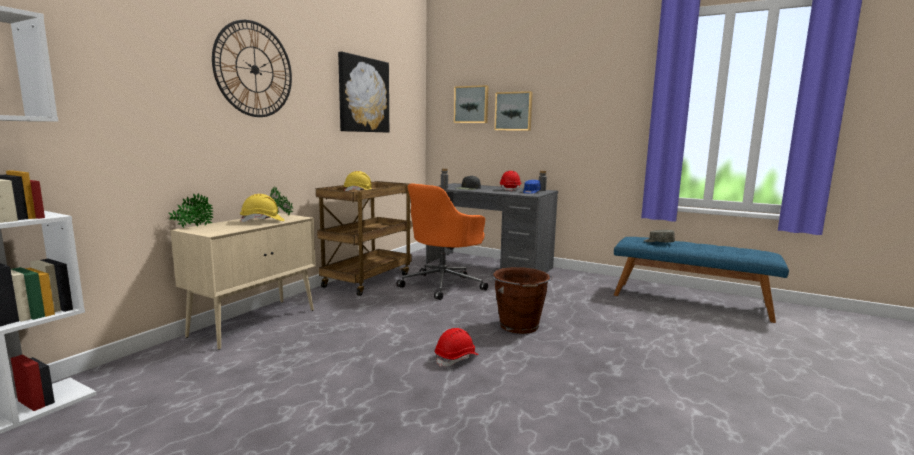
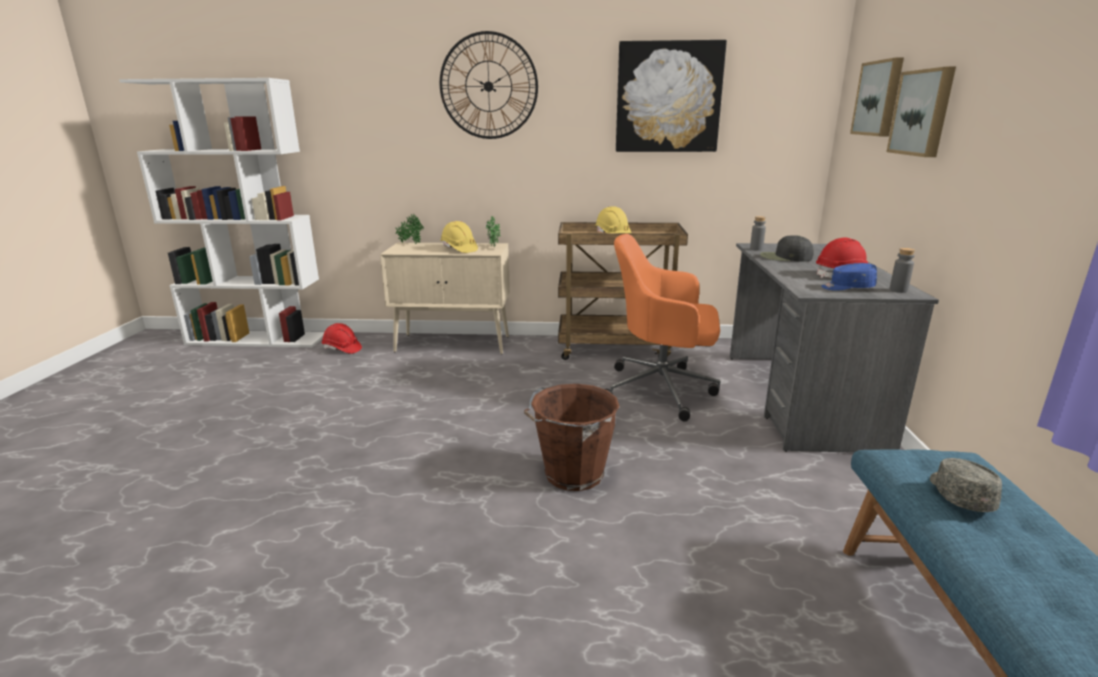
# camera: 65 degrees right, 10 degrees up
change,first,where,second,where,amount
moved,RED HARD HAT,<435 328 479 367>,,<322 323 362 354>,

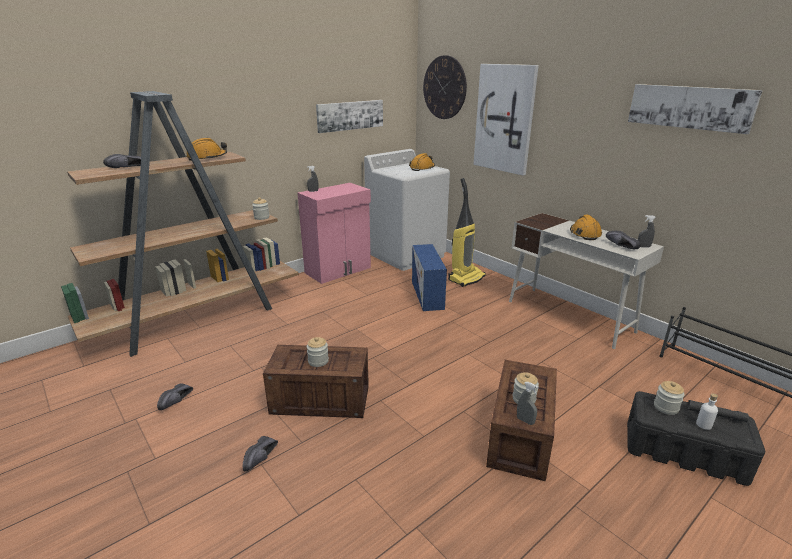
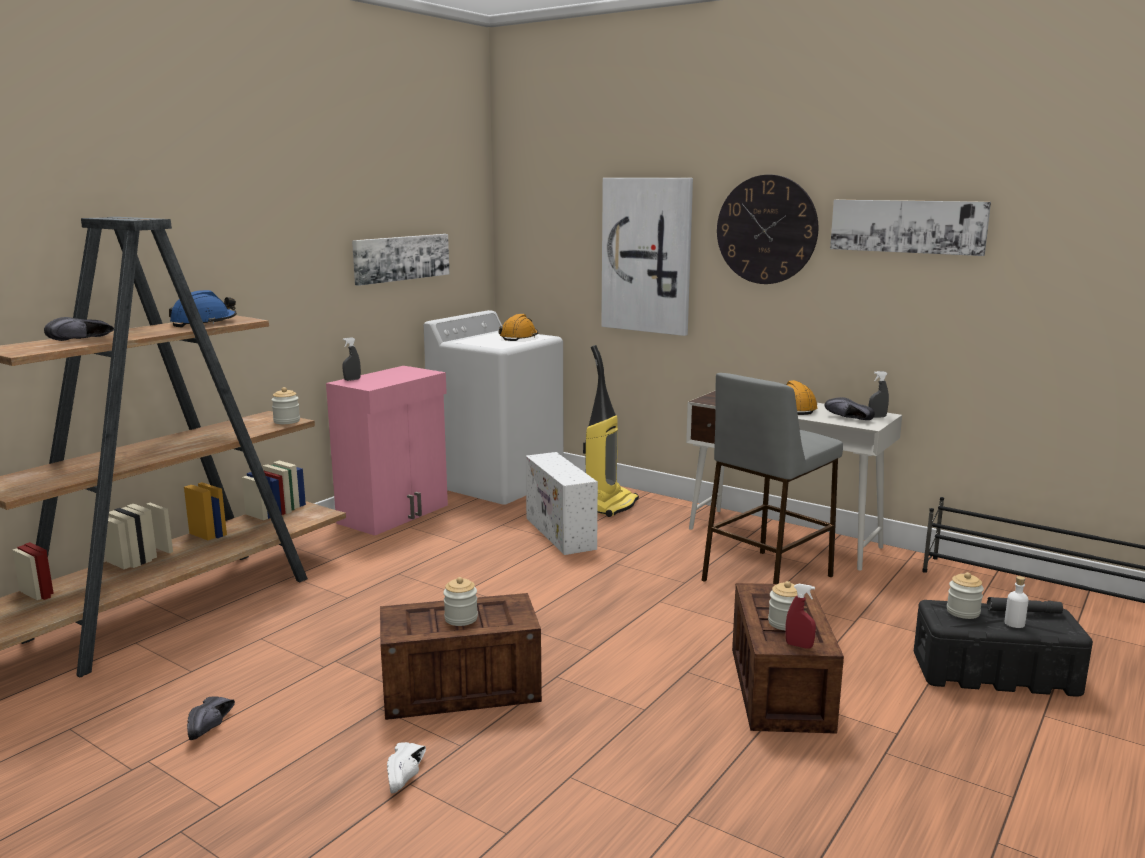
# camera: 15 degrees left, 10 degrees down
change,first,where,second,where,amount
recoloured,ORANGE HARD HAT,<186 138 227 161>,BLUE HARD HAT,<169 290 237 327>,
recoloured,BLACK SHOE,<243 436 278 471>,WHITE SHOE,<387 742 426 794>,
recoloured,BLUE STORAGE BOX,<412 244 447 311>,WHITE STORAGE BOX,<526 452 598 555>,
moved,WALL CLOCK,<423 55 467 119>,,<717 175 818 284>,
recoloured,GREY SPRAY BOTTLE,<517 382 539 425>,RED SPRAY BOTTLE,<785 584 816 648>,
added,,,GREY STOOL,<702 373 843 584>,

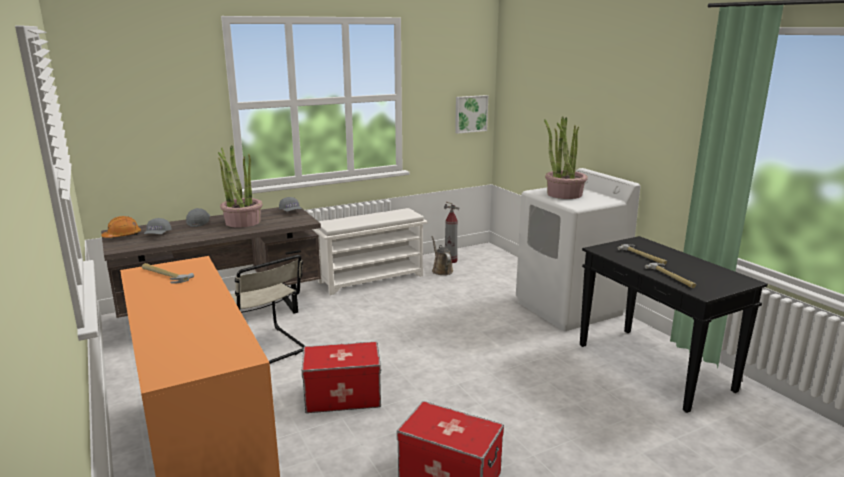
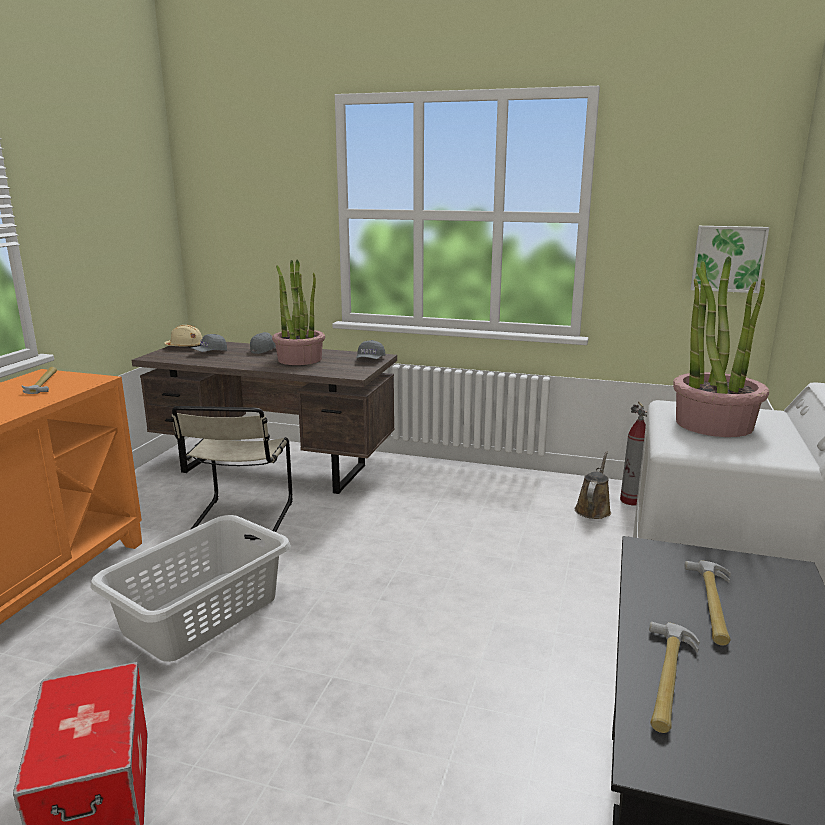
# camera: 45 degrees right, 0 degrees up
change,first,where,second,where,amount
recoloured,ORANGE HARD HAT,<101 216 141 238>,BEIGE HARD HAT,<164 325 202 347>,
replaced,STORAGE BOX,<302 342 381 413>,GREY LAUNDRY BASKET,<90 515 291 662>,
removed,WHITE SHOE RACK,<312 208 427 295>,,,

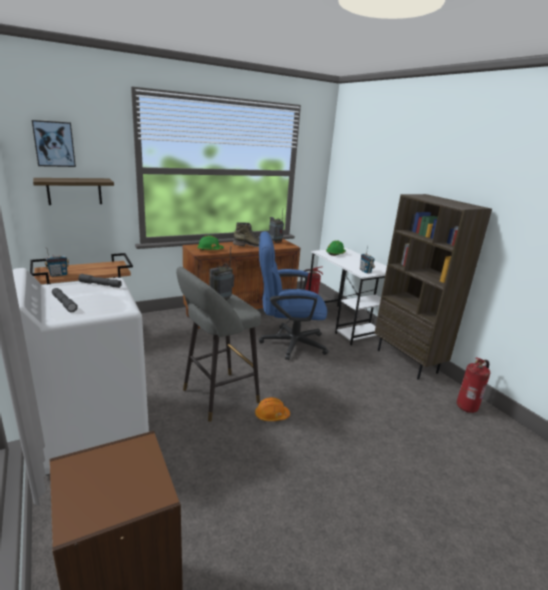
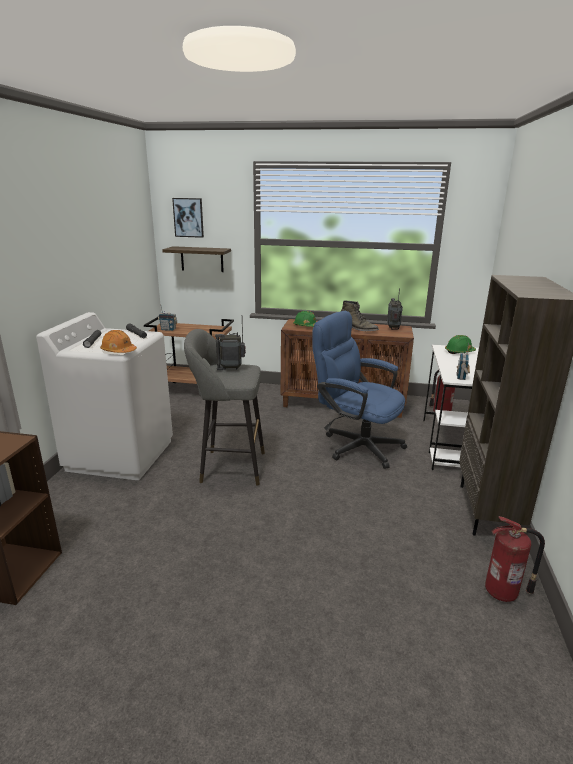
# camera: 40 degrees right, 0 degrees up
change,first,where,second,where,amount
moved,ORANGE HARD HAT,<255 397 290 421>,,<100 330 137 353>,

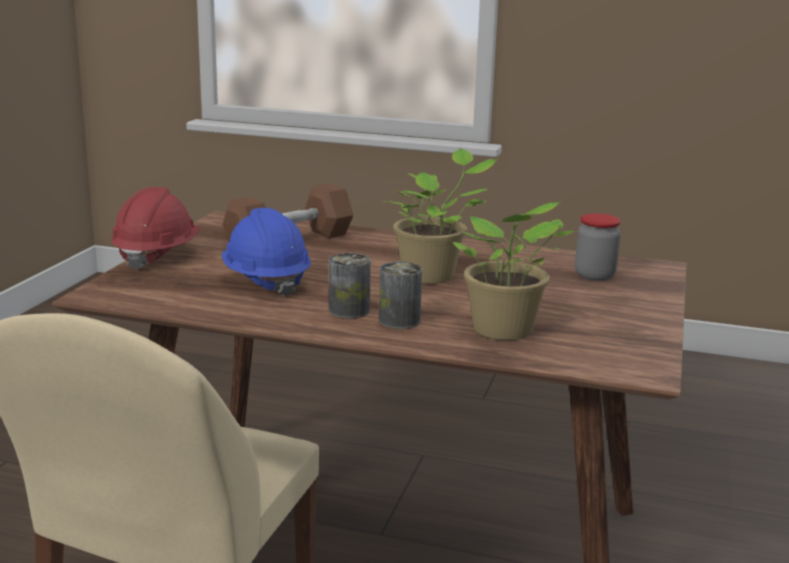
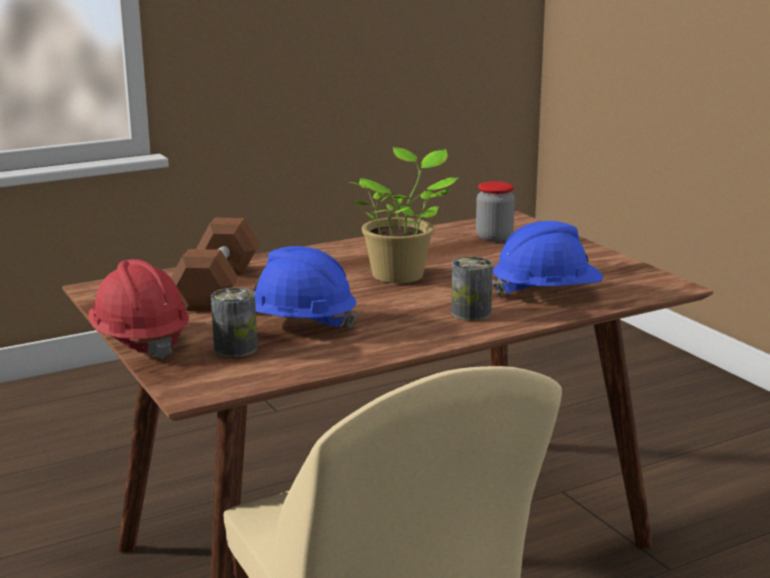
# camera: 45 degrees left, 0 degrees up
change,first,where,second,where,amount
moved,CAN,<329 253 371 319>,,<211 288 258 358>,
replaced,POTTED PLANT,<452 202 575 340>,BLUE HARD HAT,<492 221 603 296>,

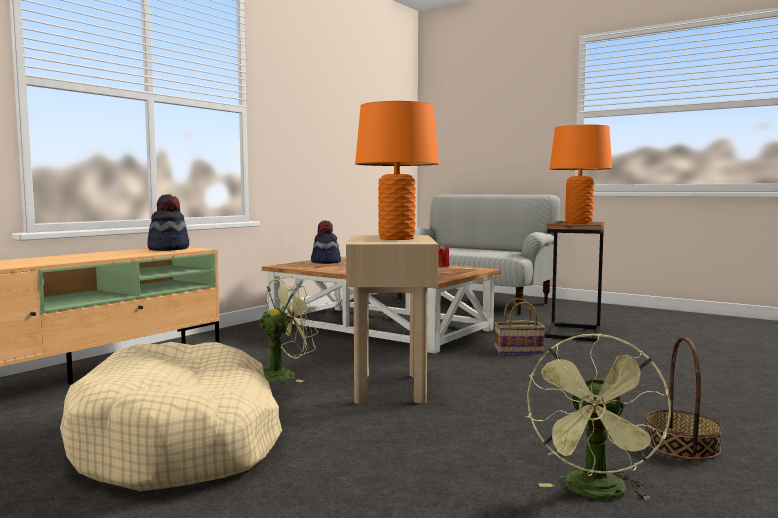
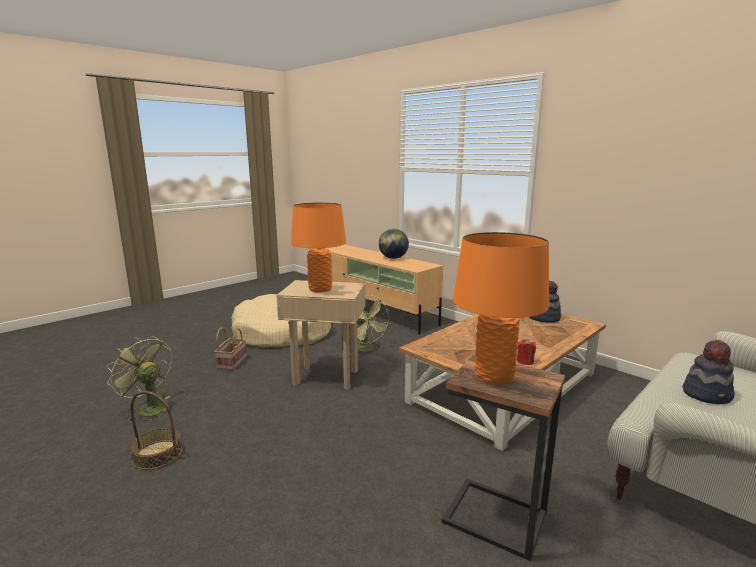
# camera: 100 degrees right, 10 degrees up
change,first,where,second,where,amount
moved,HAT,<147 194 189 251>,,<683 340 735 404>,
moved,BASKET,<495 298 545 354>,,<214 327 247 370>,
added,,,GLOBE,<379 229 409 259>,

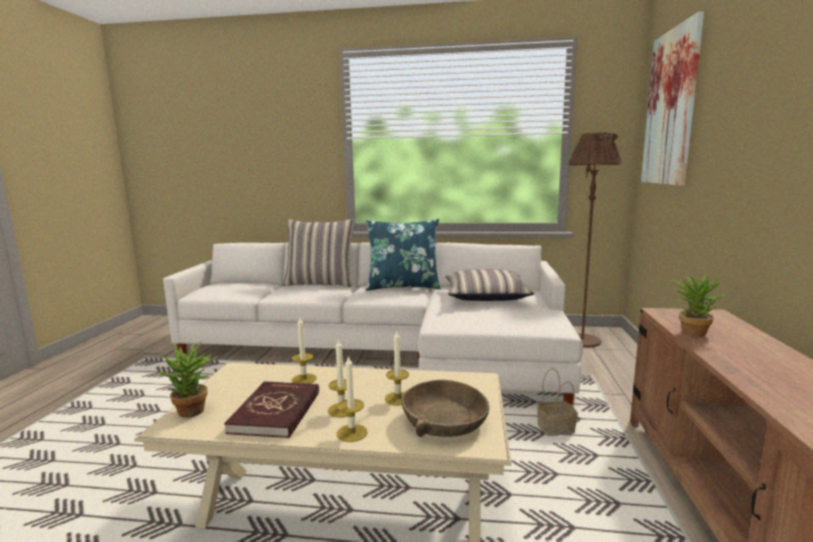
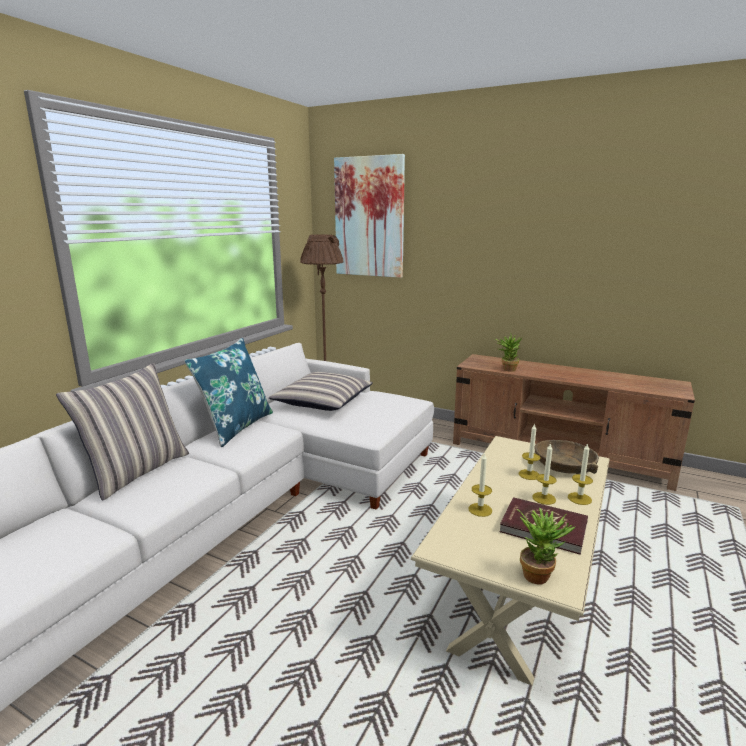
# camera: 70 degrees left, 5 degrees up
change,first,where,second,where,amount
removed,BASKET,<537 368 578 436>,,,

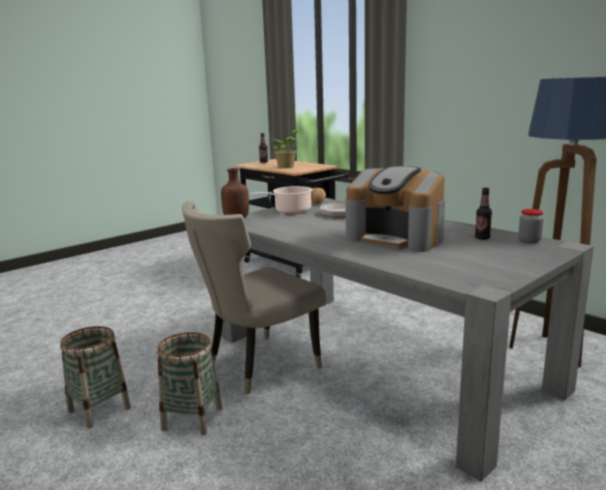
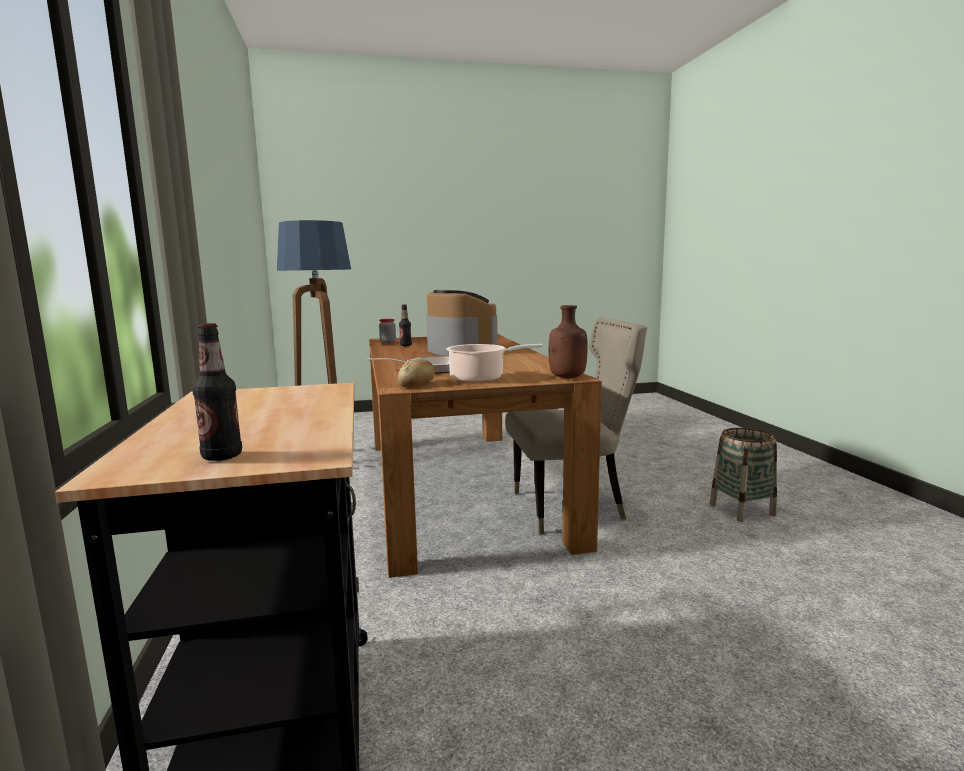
# camera: 150 degrees left, 5 degrees down
change,first,where,second,where,amount
removed,BASKET,<157 332 222 435>,,,
recoloured,GREY DINING TABLE,<221 198 594 481>,BROWN DINING TABLE,<369 334 602 578>,
removed,POTTED PLANT,<272 129 298 168>,,,

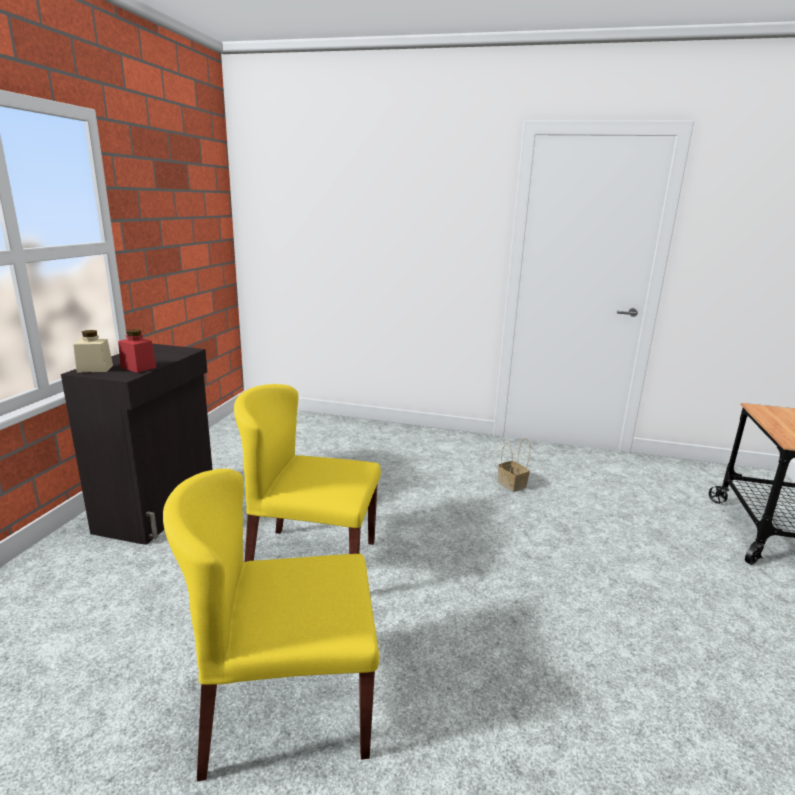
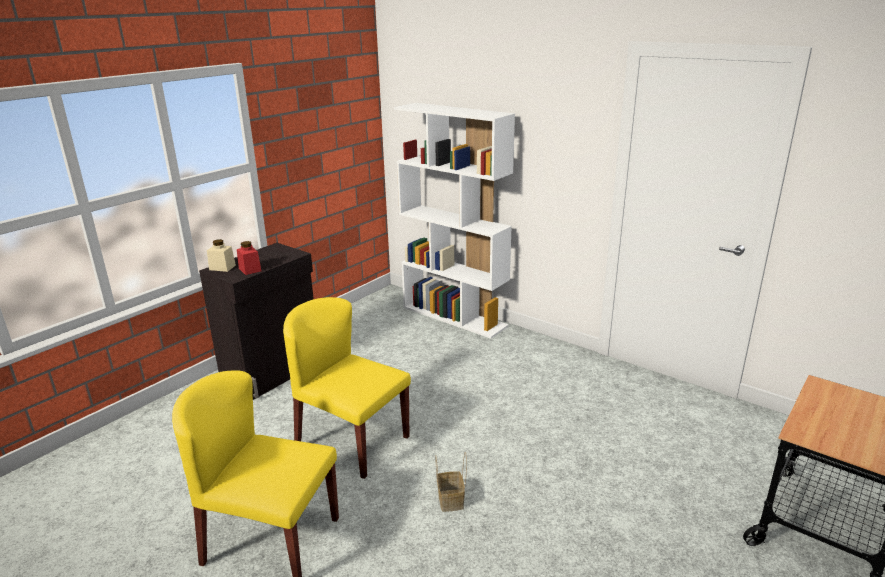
# camera: 25 degrees right, 5 degrees up
change,first,where,second,where,amount
moved,BASKET,<498 438 530 492>,,<435 452 467 512>,
added,,,WHITE BOOKCASE,<394 103 515 339>,

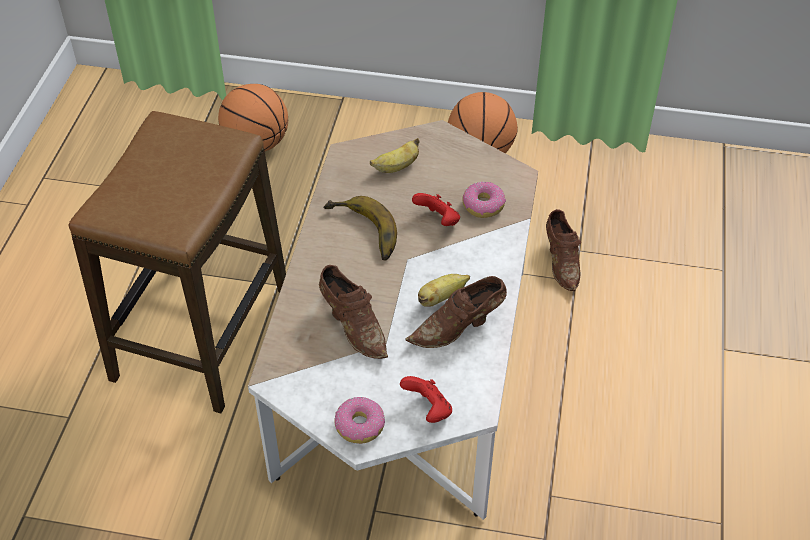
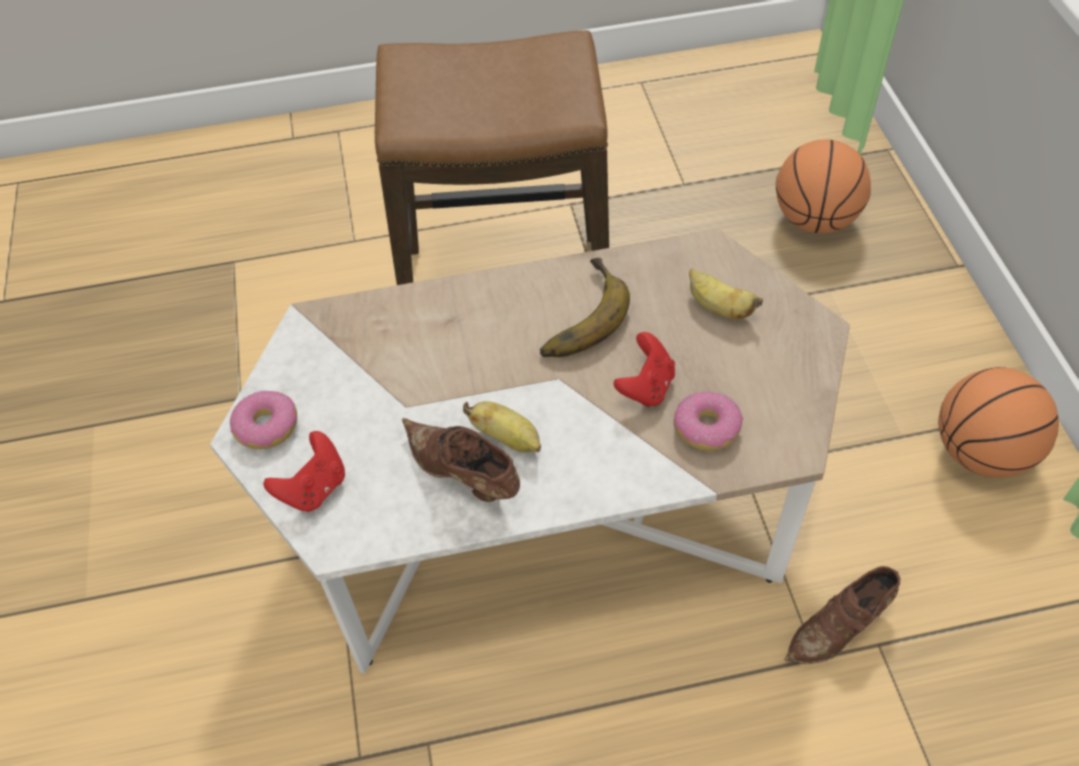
# camera: 70 degrees right, 5 degrees up
change,first,where,second,where,amount
removed,BROWN SHOE,<319 265 388 359>,,,

